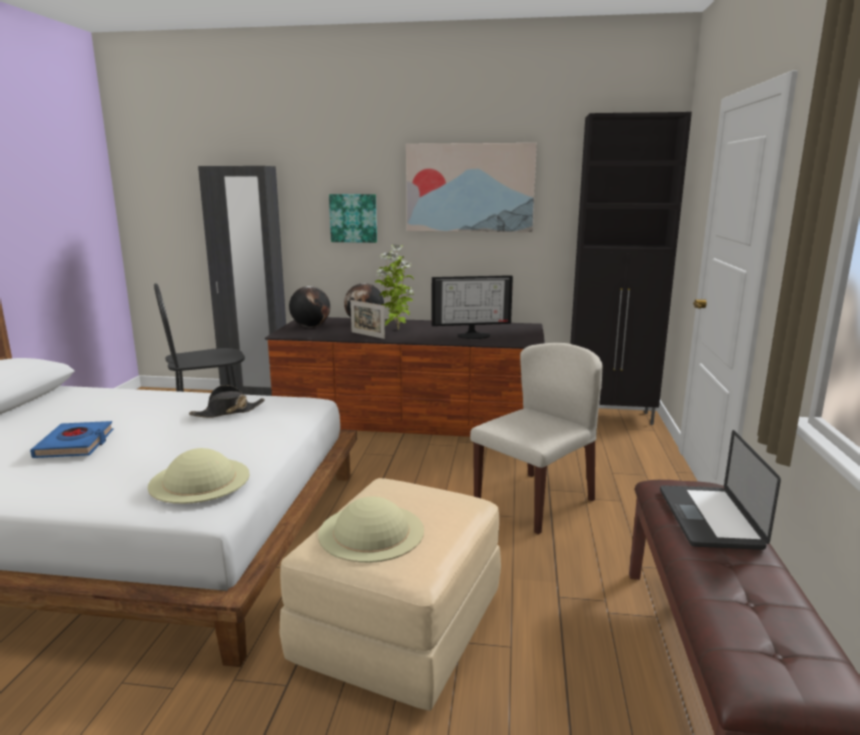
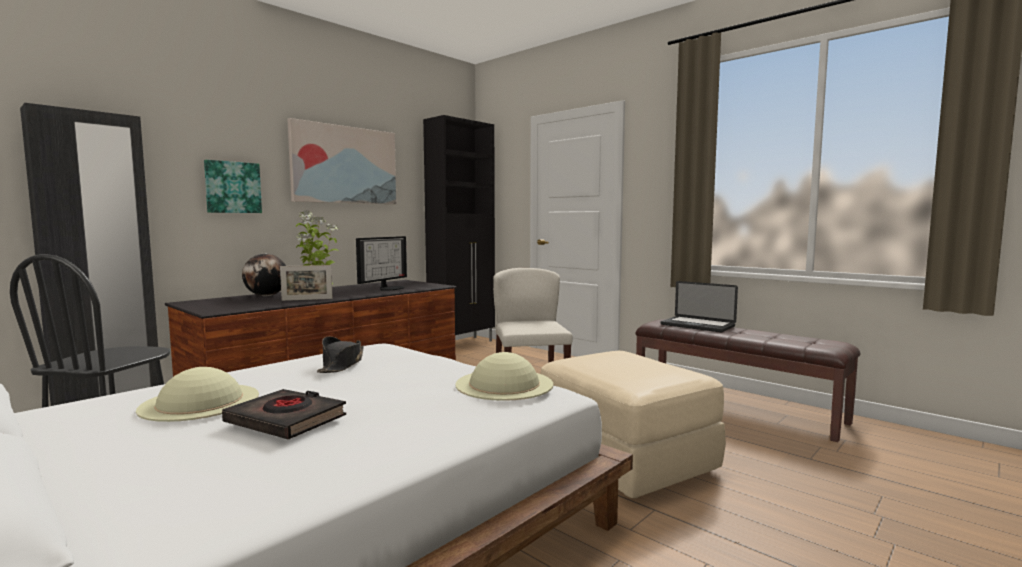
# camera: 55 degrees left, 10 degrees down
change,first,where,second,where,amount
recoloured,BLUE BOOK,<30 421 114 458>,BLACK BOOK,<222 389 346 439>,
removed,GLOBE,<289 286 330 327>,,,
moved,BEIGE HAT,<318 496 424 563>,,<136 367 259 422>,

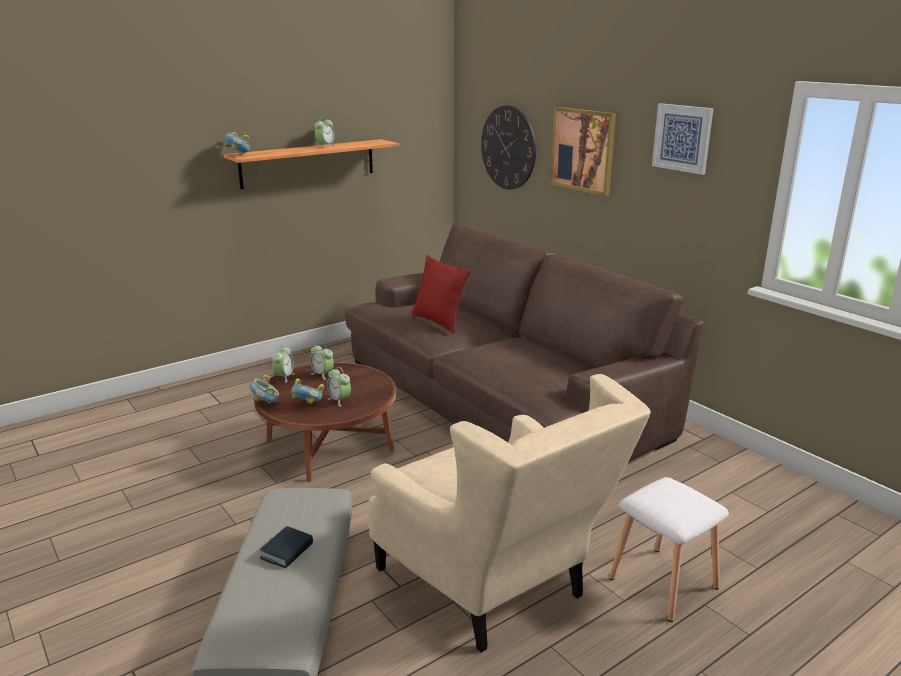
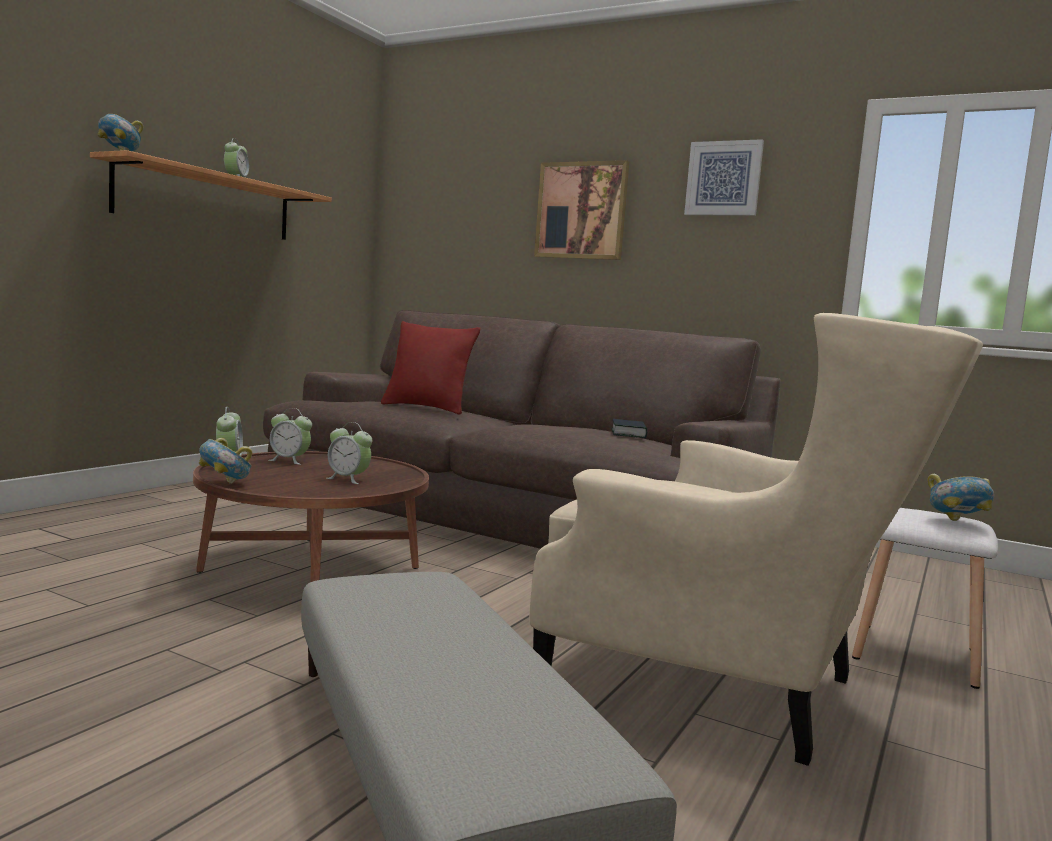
# camera: 25 degrees left, 15 degrees down
change,first,where,second,where,amount
moved,BOOK,<260 526 313 568>,,<612 419 647 438>,
moved,BOWL,<291 378 324 404>,,<928 474 994 521>,
removed,WALL CLOCK,<481 105 536 190>,,,

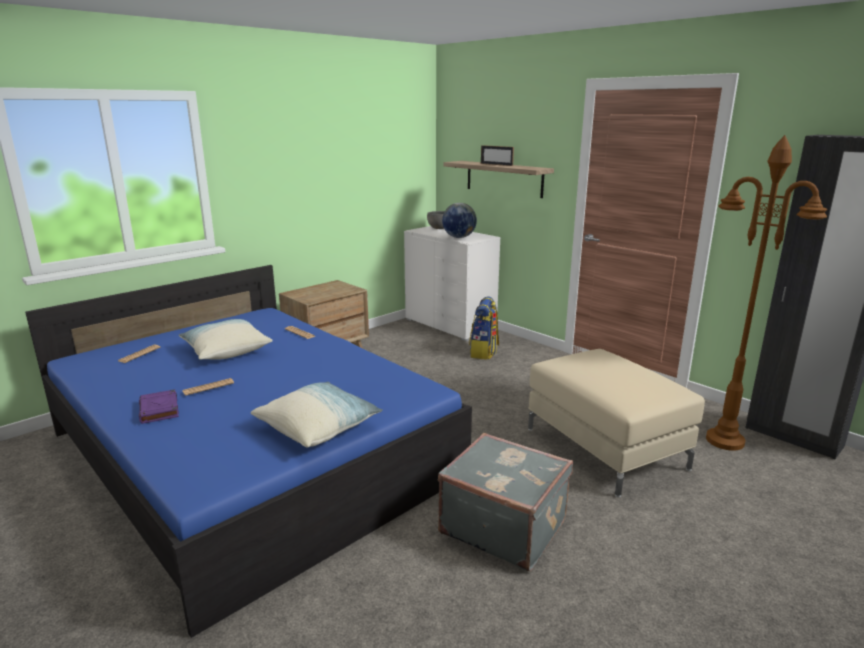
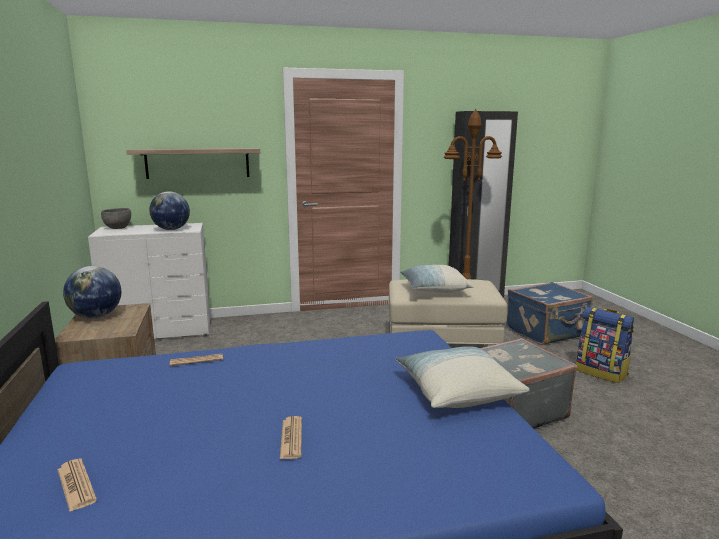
# camera: 60 degrees left, 5 degrees down
change,first,where,second,where,amount
removed,PURPLE BOOK,<139 389 179 424>,,,
moved,PILLOW,<178 319 273 360>,,<400 265 474 293>,
moved,BACKPACK,<469 297 499 360>,,<576 307 634 383>,
removed,PICTURE FRAME,<481 145 514 166>,,,
added,,,GLOBE,<63 266 121 318>,
added,,,BLUE SUITCASE,<506 282 593 345>,

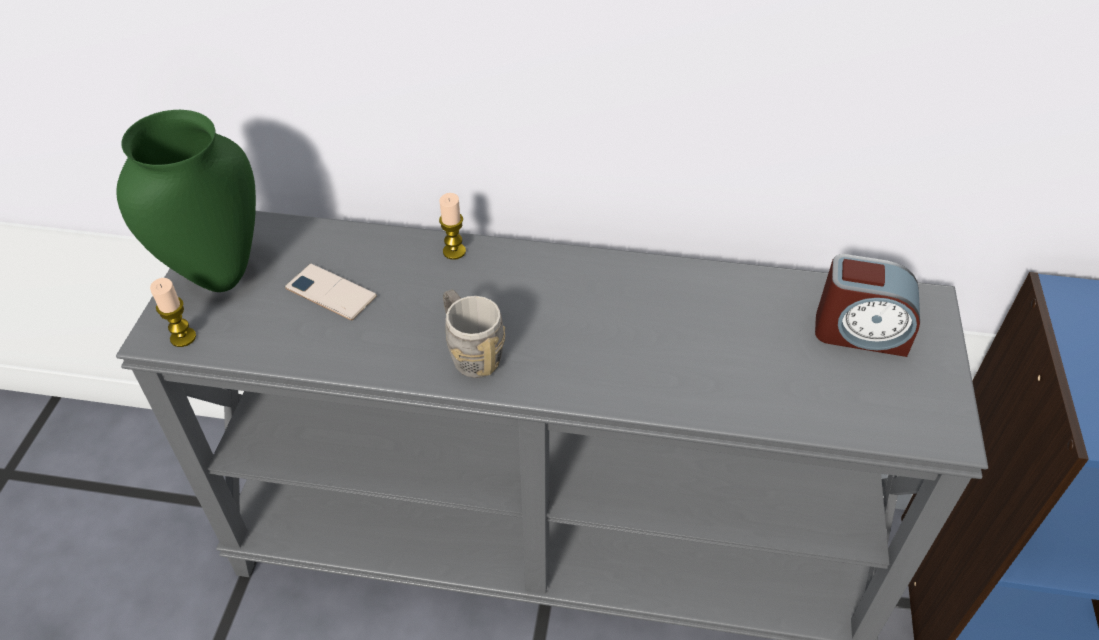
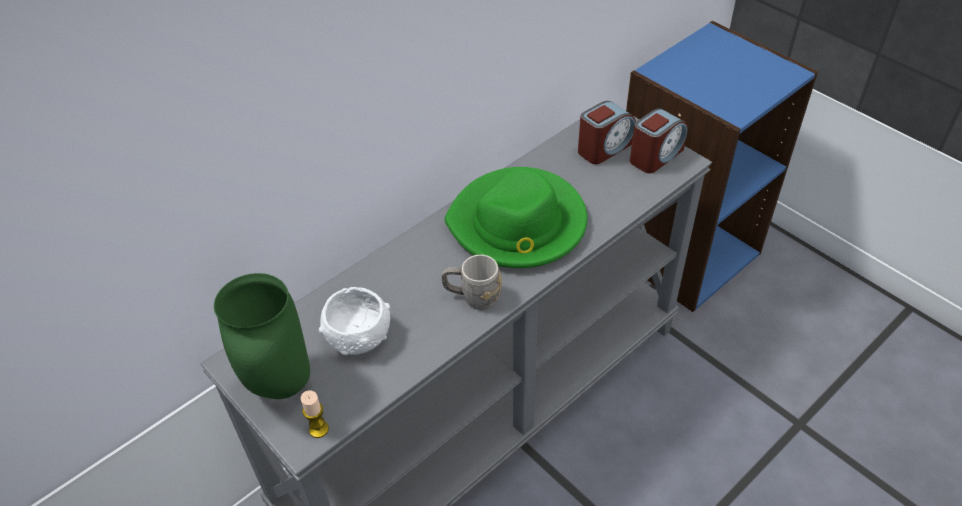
# camera: 50 degrees left, 0 degrees up
change,first,where,second,where,amount
replaced,PHONE,<285 264 377 320>,WHITE BOWL,<319 287 390 355>,
removed,CANDLE,<439 193 466 260>,,,
added,,,GREEN HAT,<445 167 588 268>,
added,,,ALARM CLOCK,<630 108 688 173>,

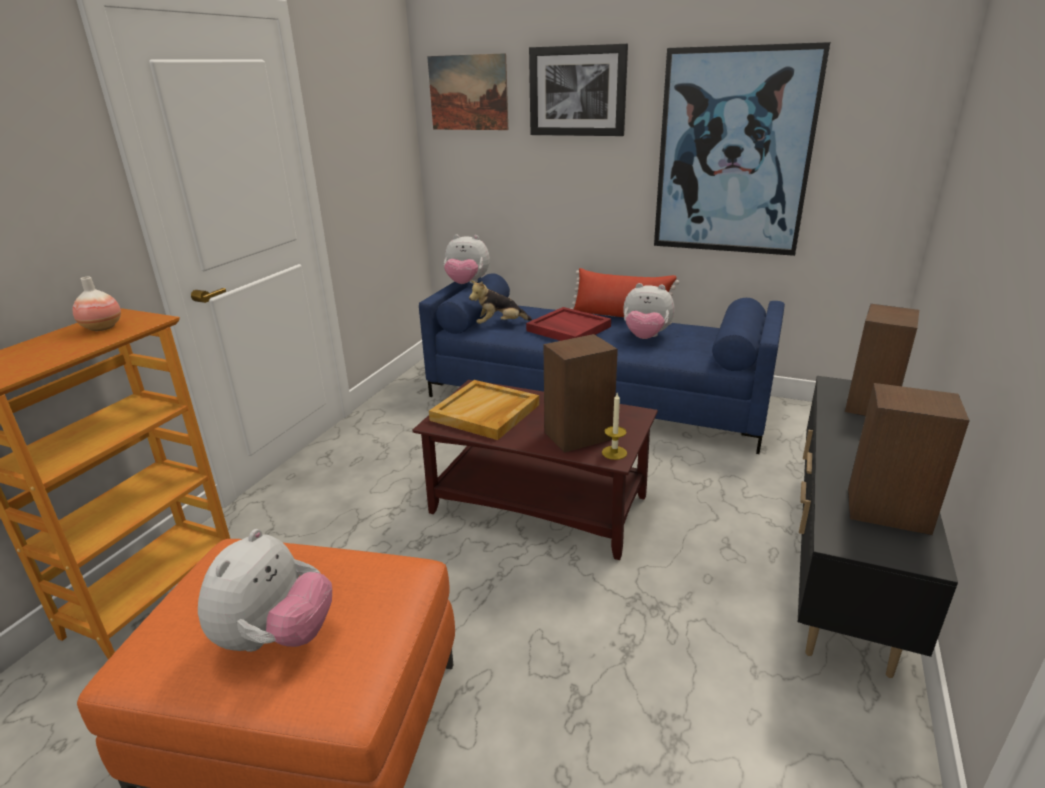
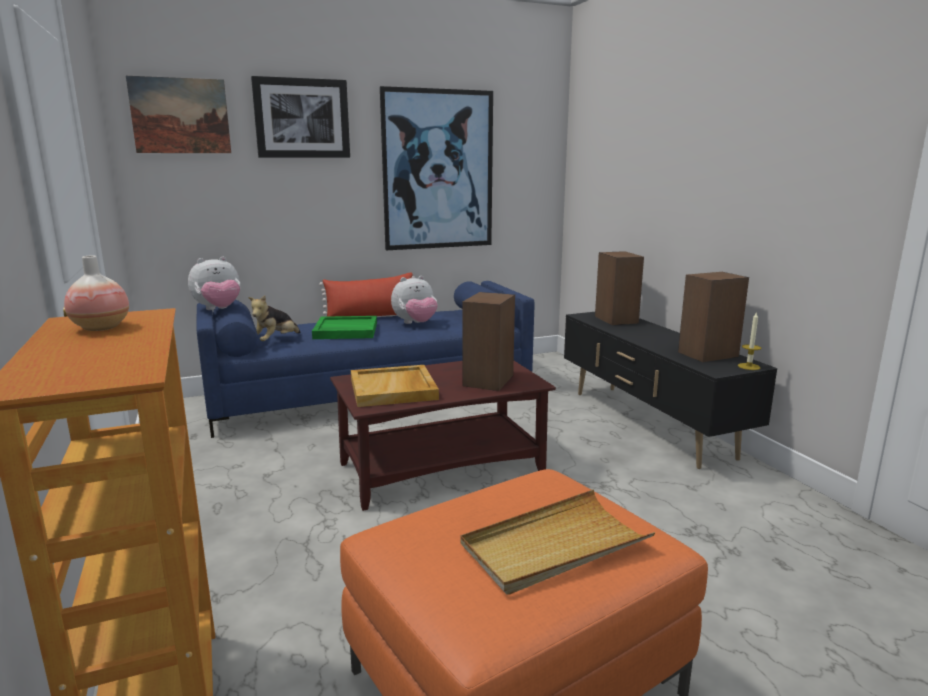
# camera: 45 degrees left, 10 degrees down
change,first,where,second,where,amount
replaced,PLUSH TOY,<198 529 332 652>,BEIGE TRAY,<460 490 656 595>,
recoloured,RED TRAY,<526 307 611 341>,GREEN TRAY,<312 316 377 339>,
moved,CANDLE,<602 393 627 460>,,<738 311 762 370>,

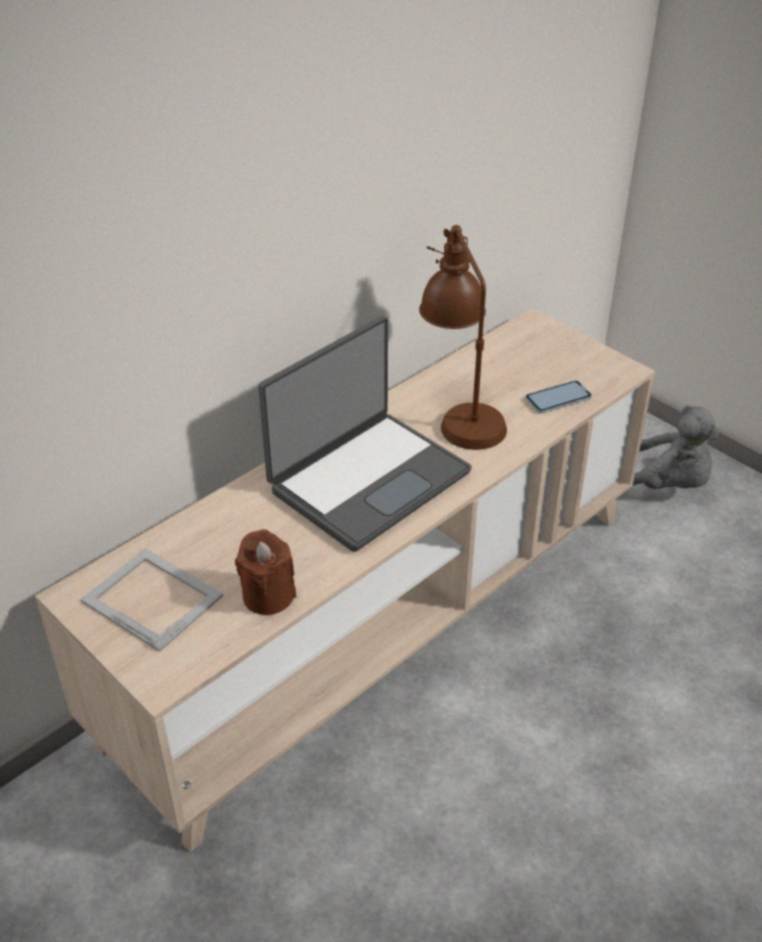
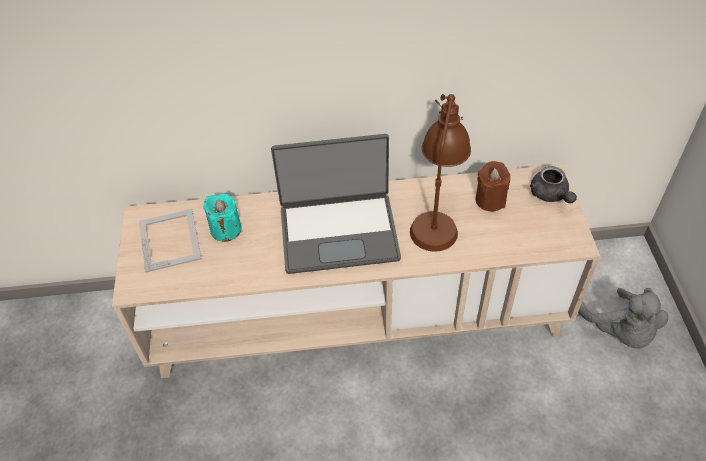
# camera: 40 degrees right, 10 degrees up
change,first,where,second,where,amount
moved,BROWN CANDLE,<235 529 296 615>,,<476 161 510 211>,
removed,PHONE,<525 380 592 413>,,,
added,,,TURQUOISE CANDLE,<203 193 242 242>,
added,,,GREY TEAPOT,<530 166 577 203>,

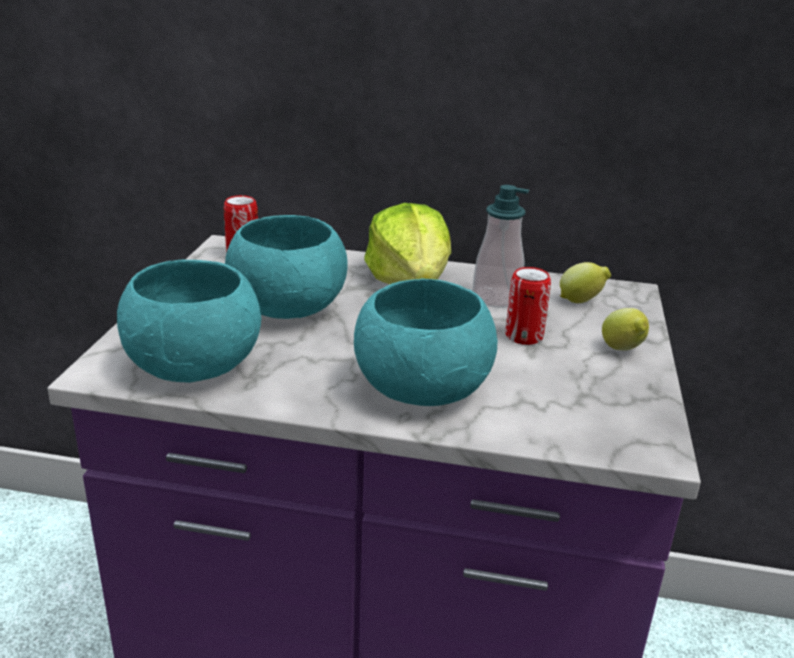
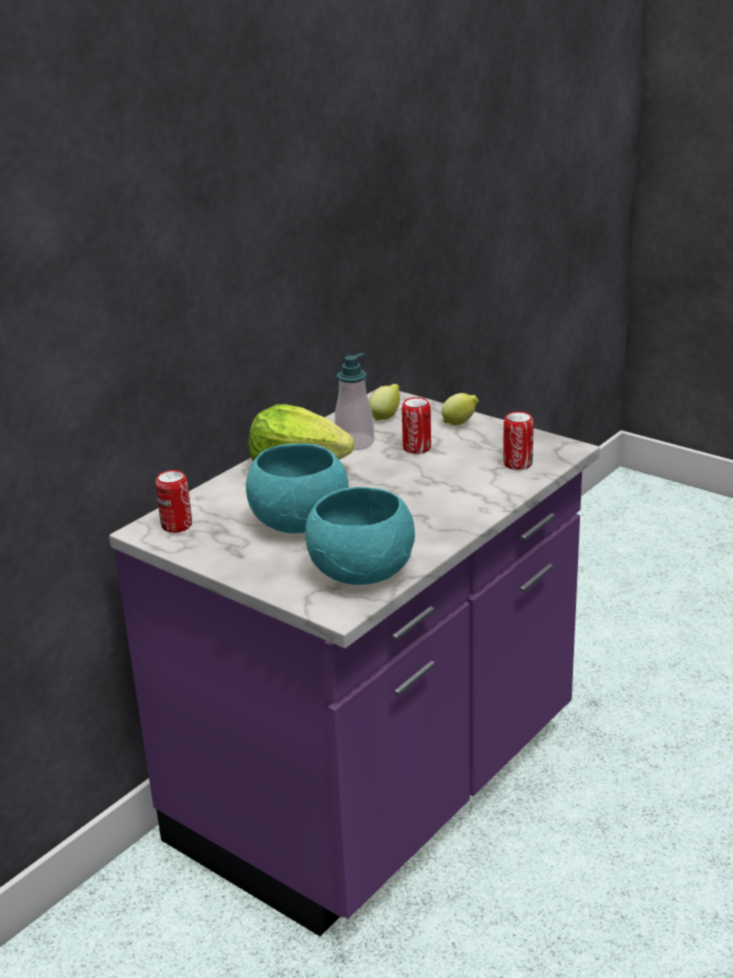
# camera: 60 degrees left, 0 degrees up
change,first,where,second,where,amount
removed,TURQUOISE BOWL,<354 279 498 406>,,,
added,,,CAN,<503 411 534 470>,

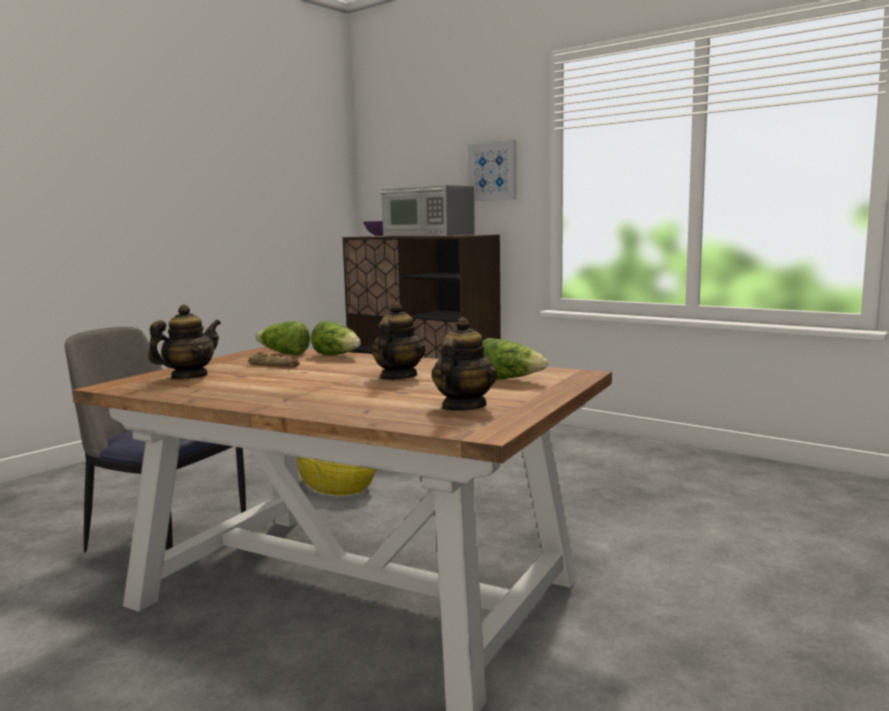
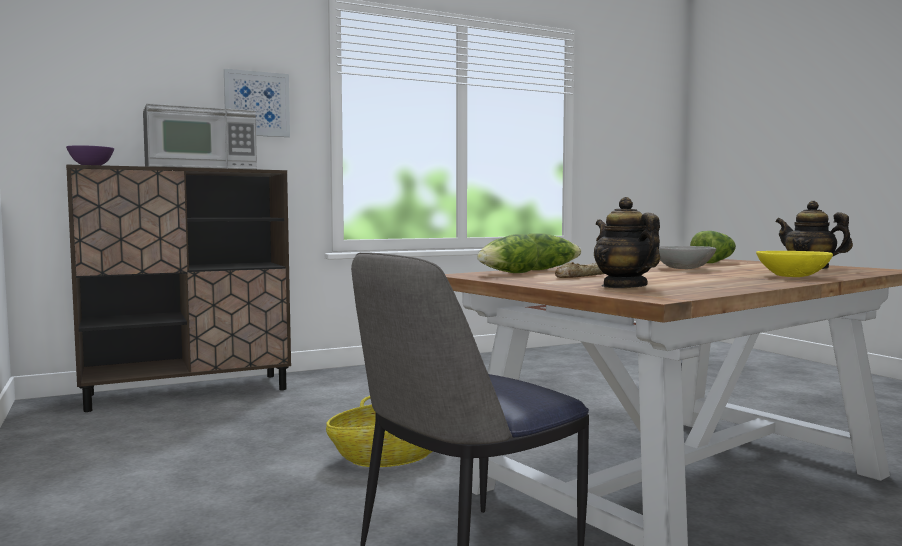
# camera: 65 degrees left, 5 degrees down
change,first,where,second,where,amount
replaced,TEAPOT,<371 302 425 380>,GREY BOWL,<659 246 716 269>,
added,,,YELLOW BOWL,<756 251 833 277>,

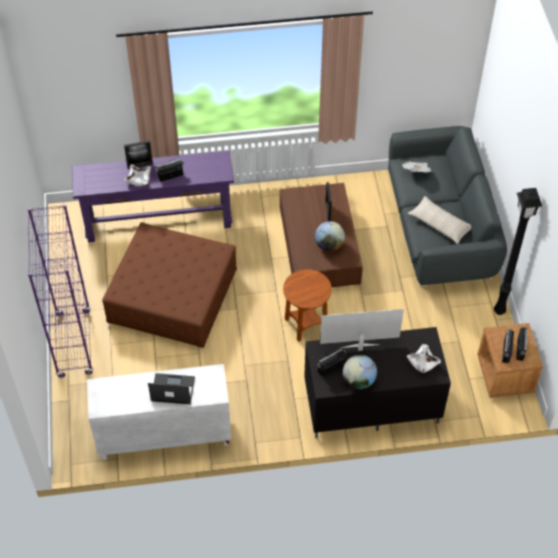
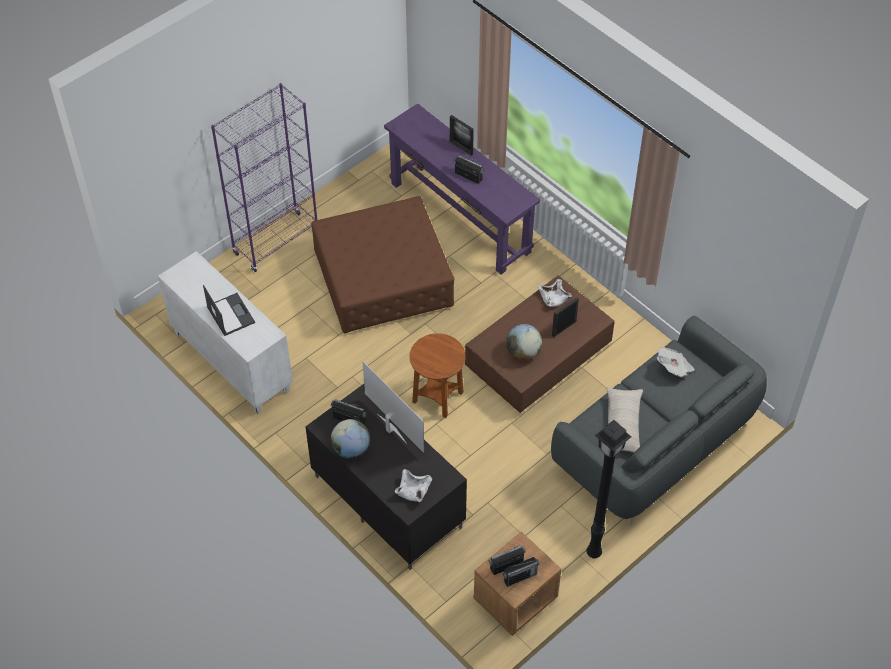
# camera: 55 degrees right, 0 degrees up
change,first,where,second,where,amount
moved,WHITE BOWL,<124 164 152 186>,,<538 279 572 307>,

